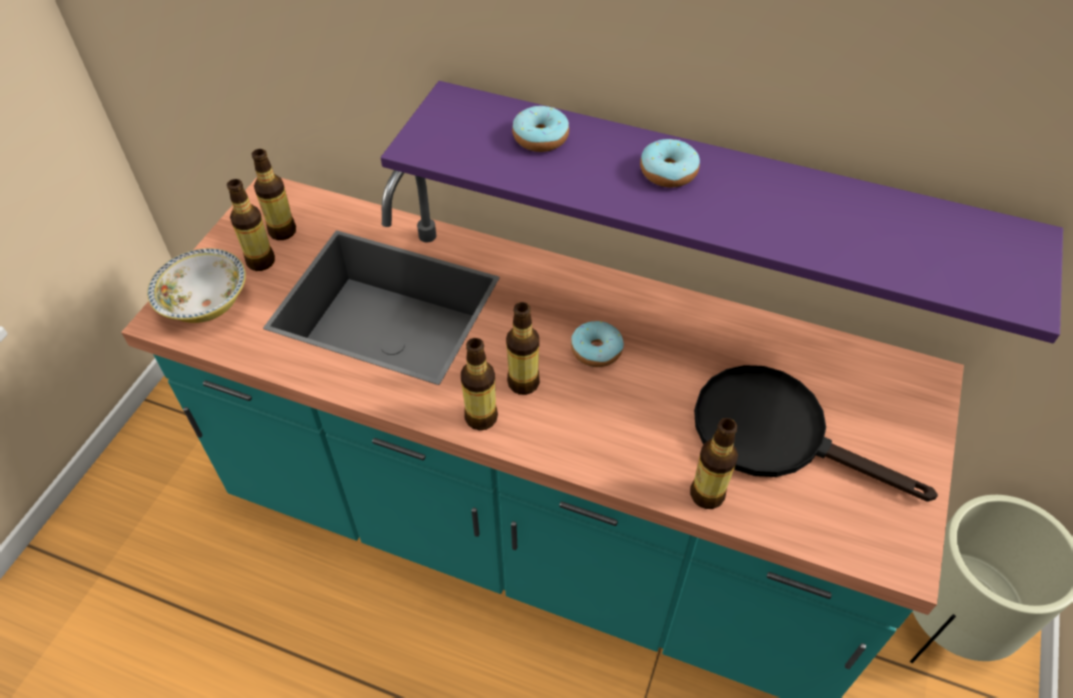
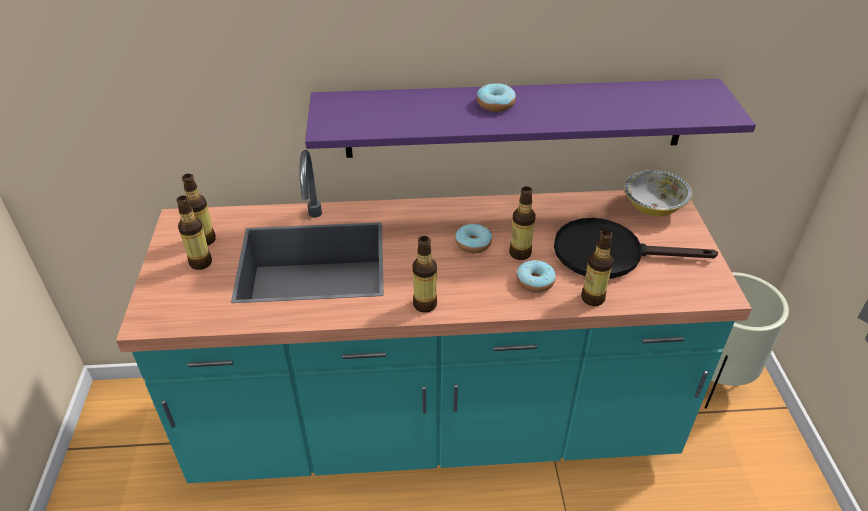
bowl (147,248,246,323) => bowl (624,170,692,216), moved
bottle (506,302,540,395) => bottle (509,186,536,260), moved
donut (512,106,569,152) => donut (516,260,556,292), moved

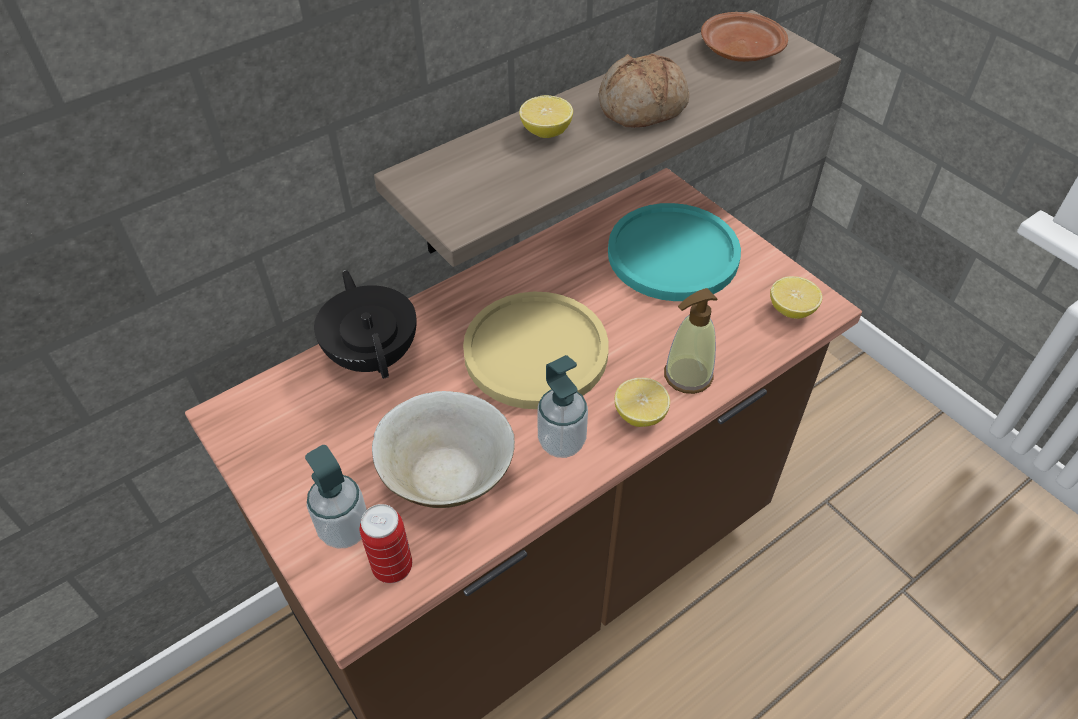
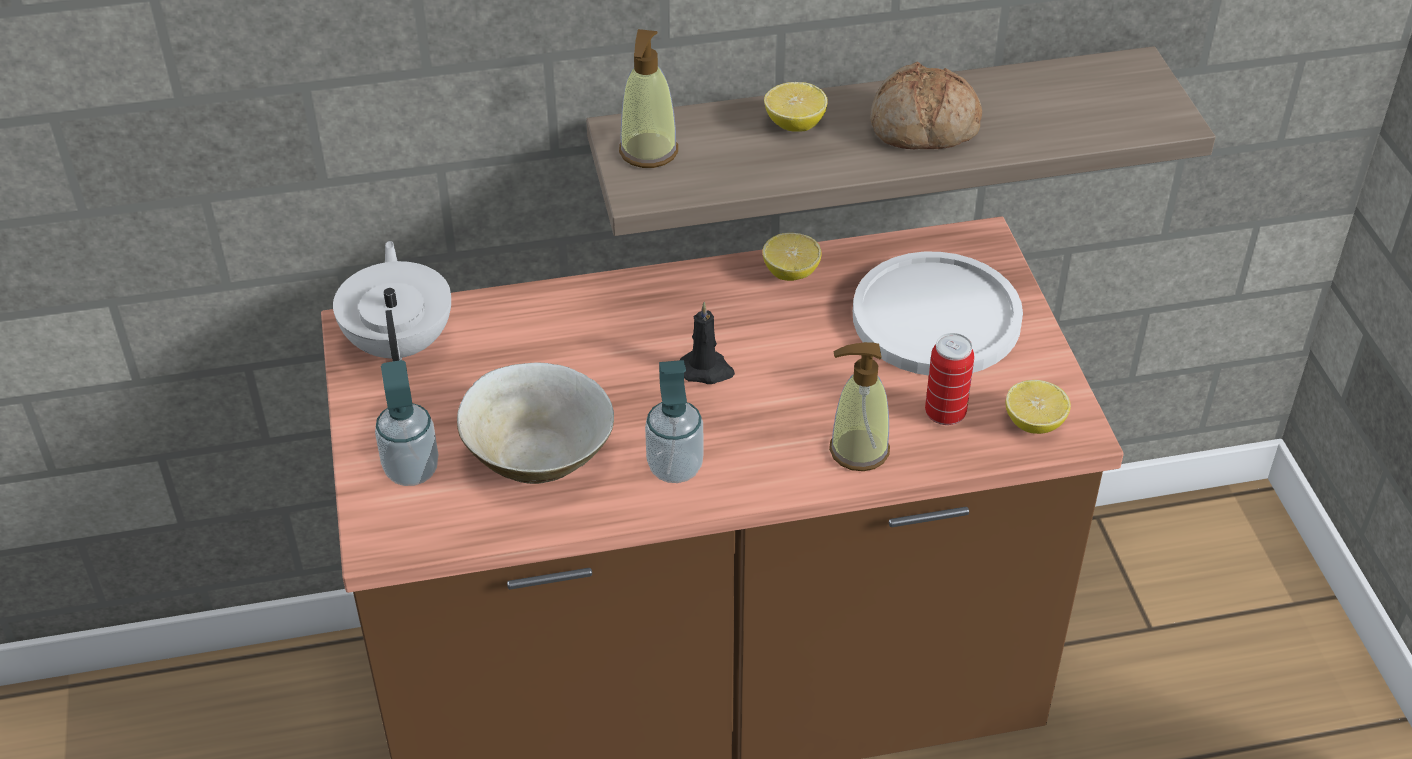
teapot in black (314,270,417,379) => nothing
plate in brown (701,12,788,62) => nothing
nothing => teapot in white (333,241,451,361)
nothing => soap dispenser (619,29,678,168)
can (360,504,412,583) => can (925,333,974,425), moved
lemon (615,378,670,427) => lemon (762,233,821,281), moved
plate in yellow (463,292,609,409) => candle in black (680,302,735,384)
plate in turquoise (608,203,741,301) => plate in white (853,252,1023,375)

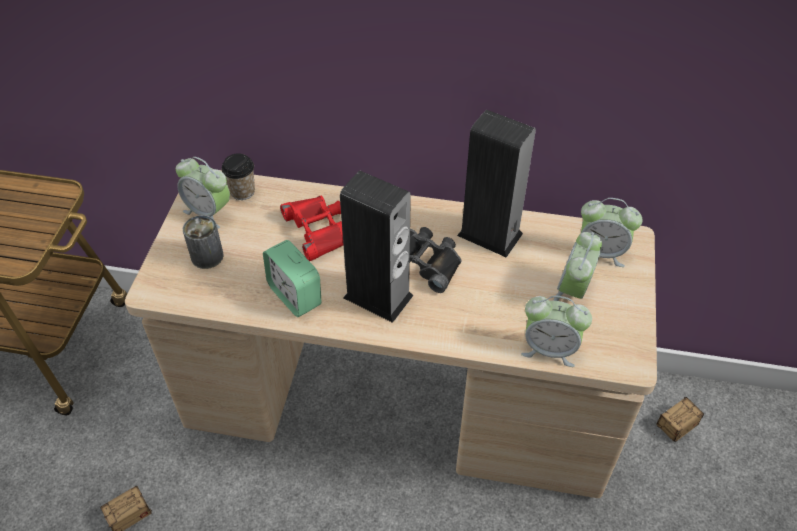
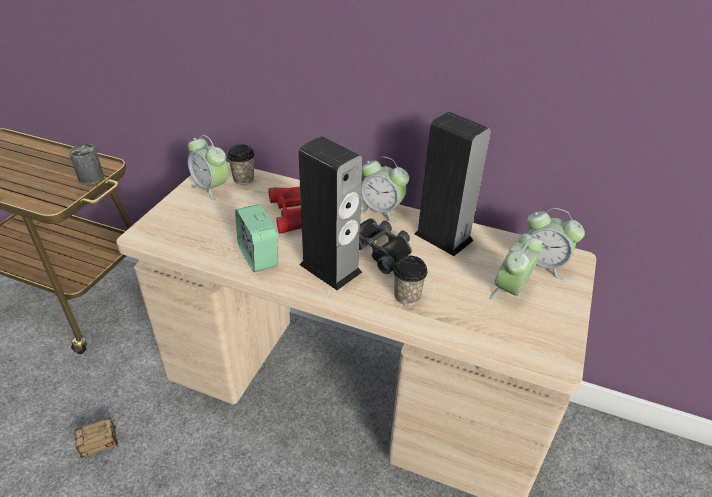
storage box (654,397,704,442) => nothing
nothing => cup (393,255,428,305)
can (183,215,224,269) => can (69,144,104,185), moved
alarm clock (521,296,592,367) => alarm clock (361,156,409,223), moved

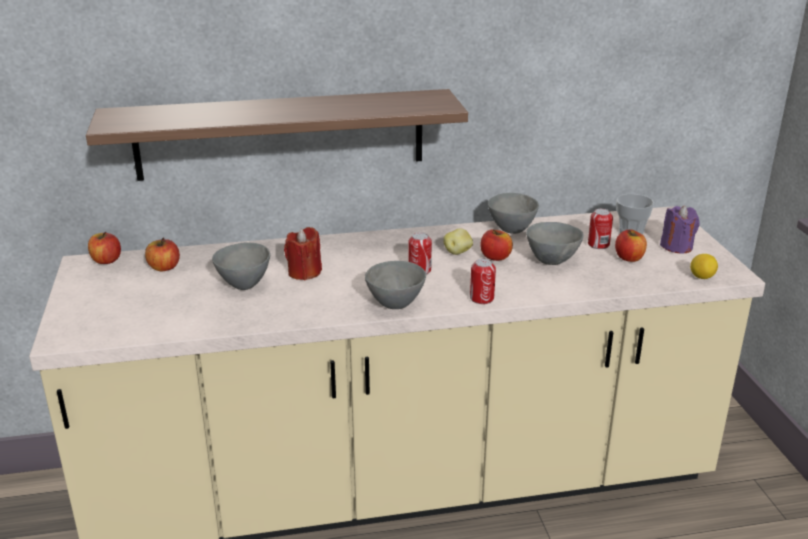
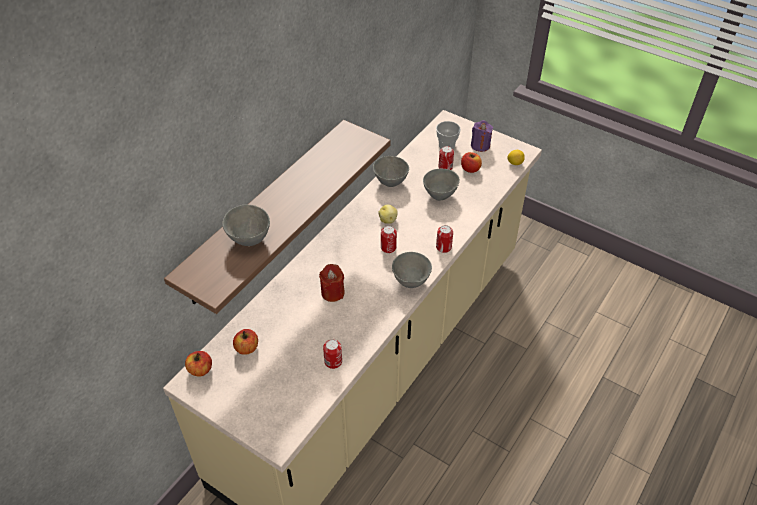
apple (480,230,513,261) => nothing
nothing => can (323,339,342,369)
bowl in grey (212,243,270,290) => bowl in grey (222,204,270,246), moved

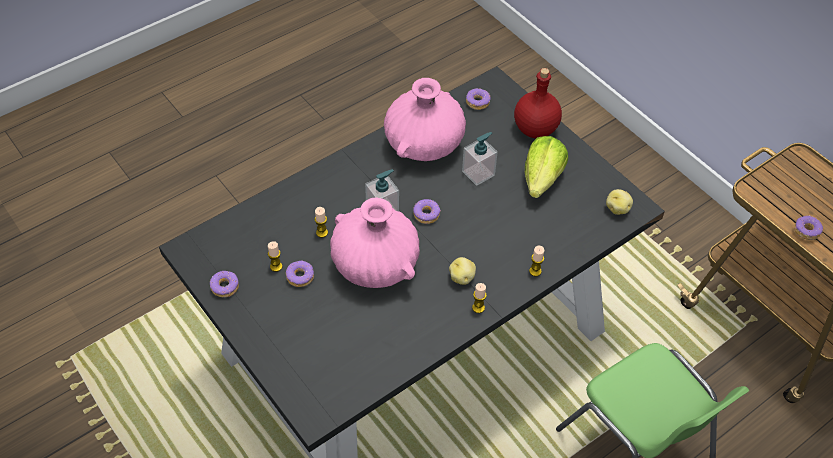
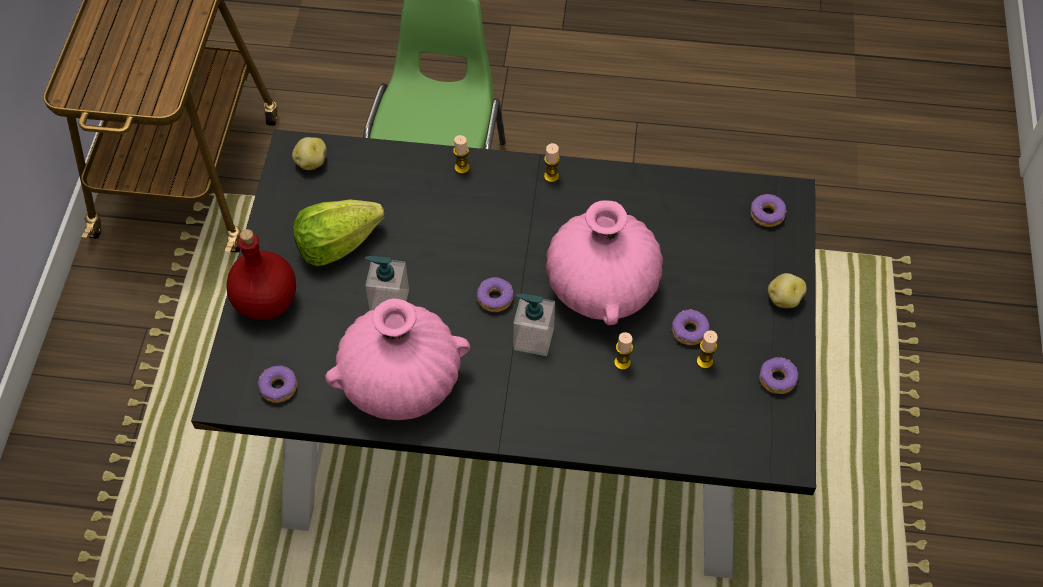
potato (449,257,476,285) => potato (768,273,807,308), moved
donut (794,215,823,240) => donut (751,194,786,227), moved

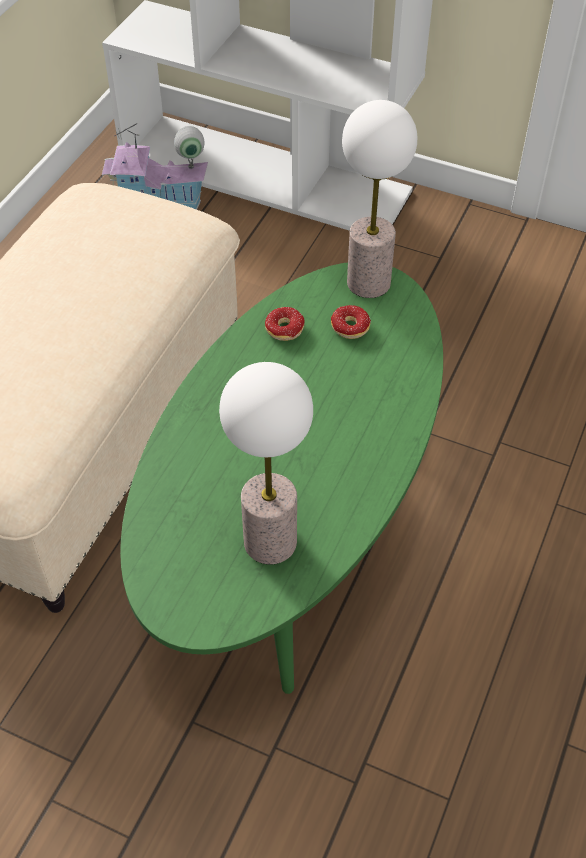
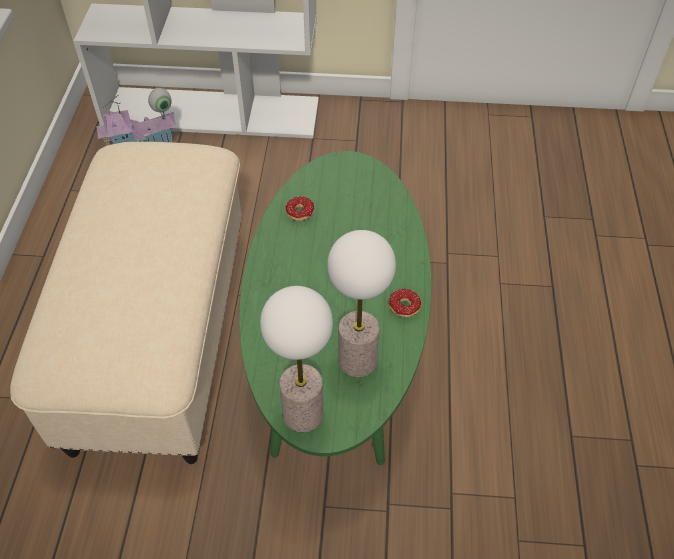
donut (331,305,371,339) => donut (389,289,422,317), moved
table lamp (342,100,417,298) => table lamp (260,286,333,432), moved

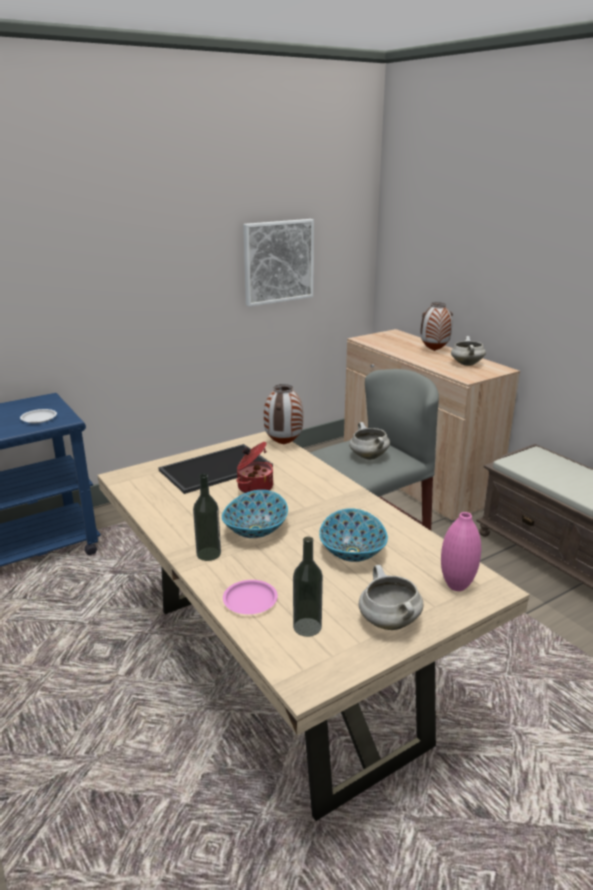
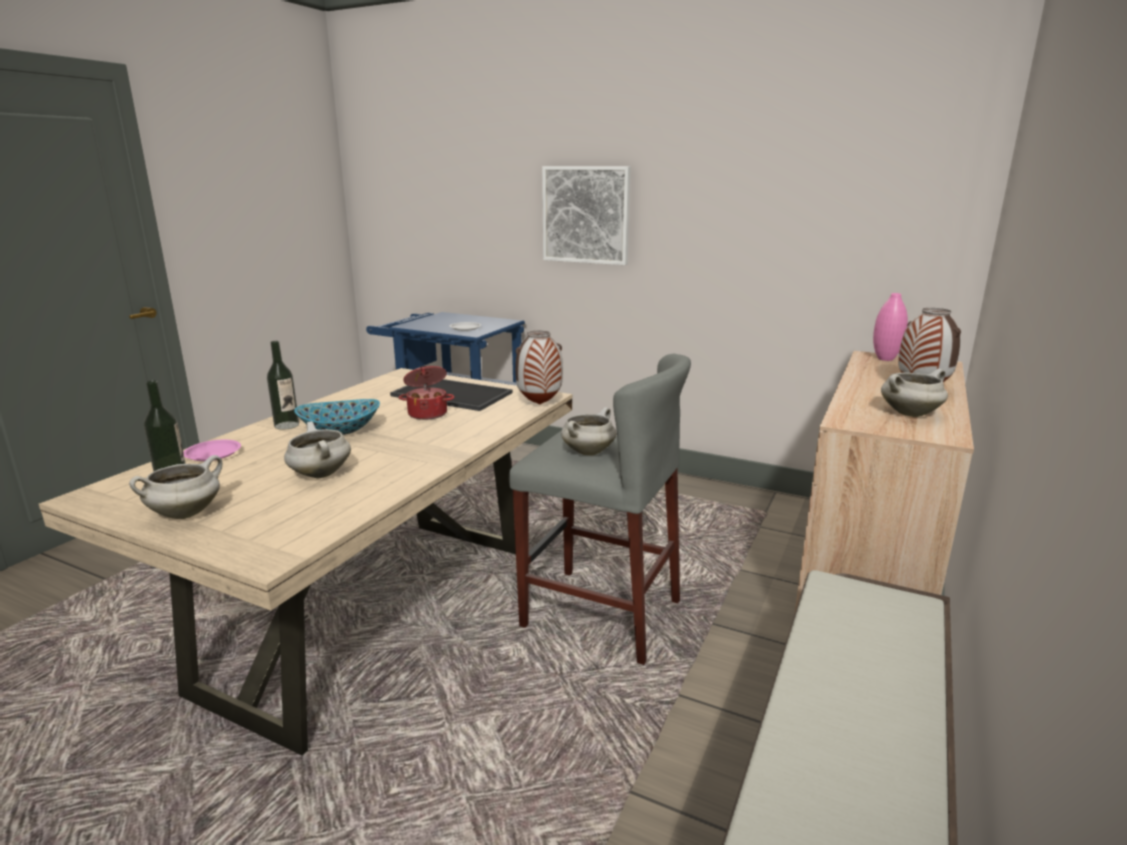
picture (243,219,314,307) => picture (542,166,631,265), moved
vase in pink (441,512,481,591) => vase in pink (873,293,908,361), moved
bowl (319,508,388,562) => cooking pot in white (284,421,351,478)

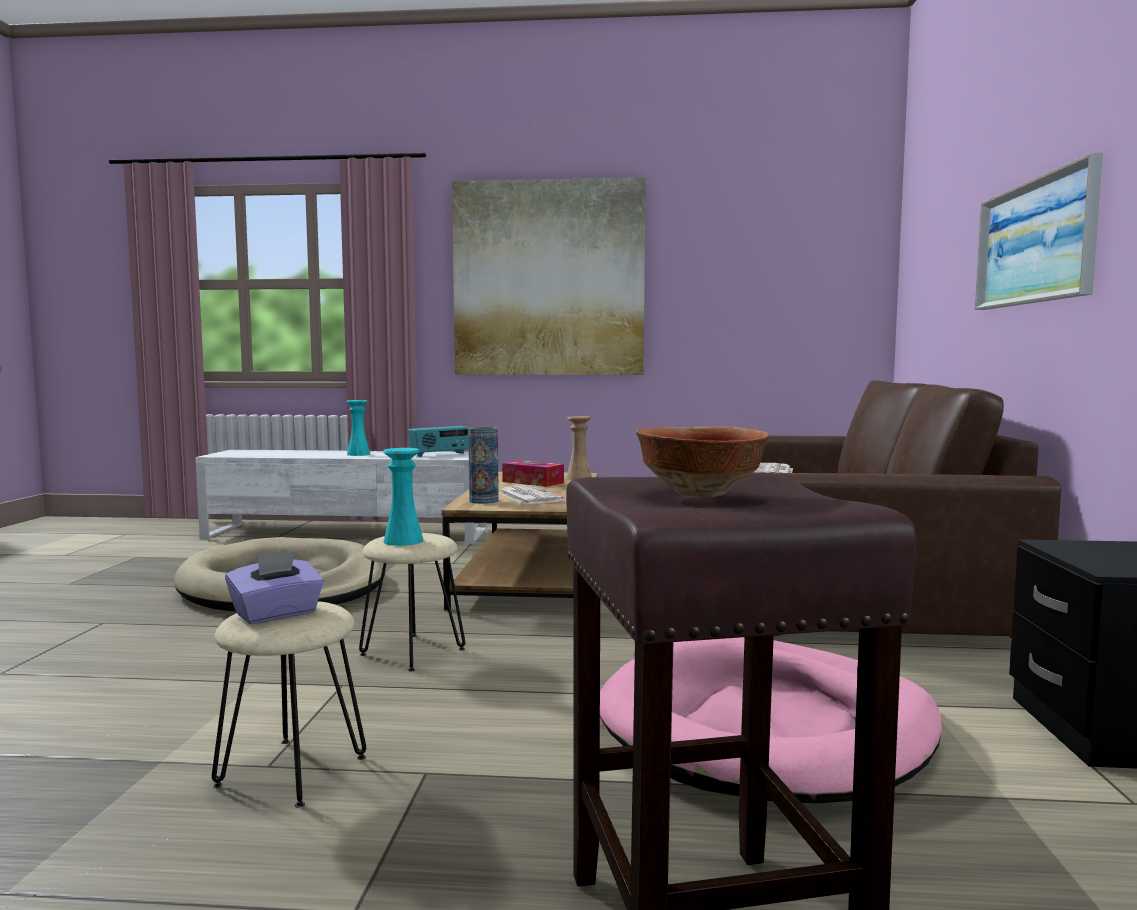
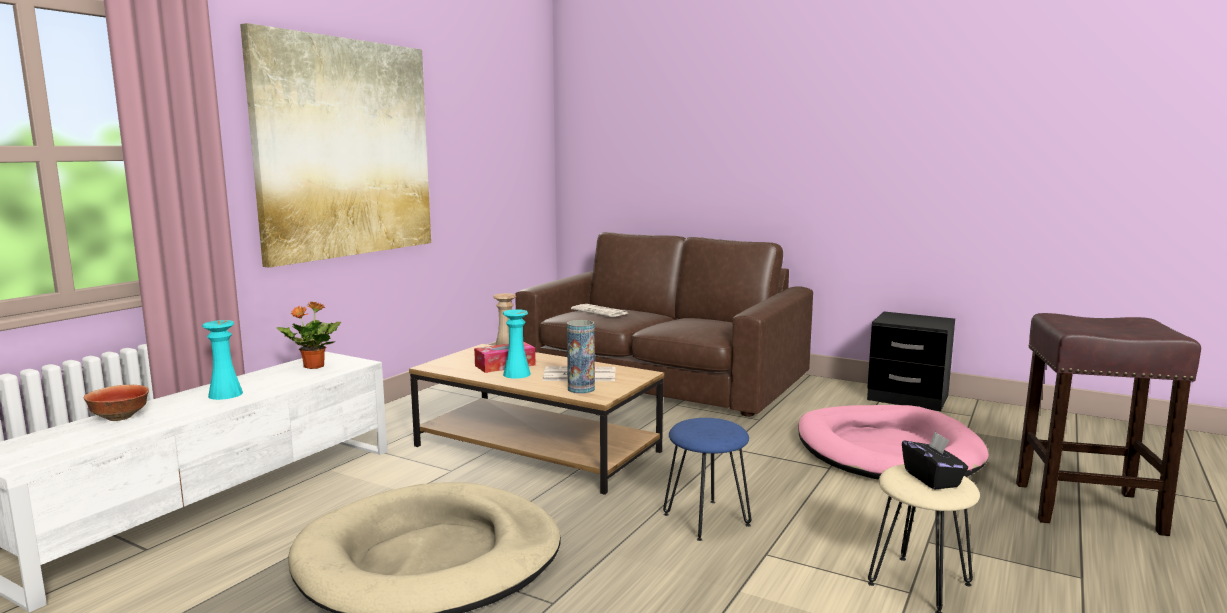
picture (975,153,1103,310) => nothing
vase in turquoise (383,448,424,546) => vase in turquoise (503,309,531,379), moved
bowl (636,426,769,497) => bowl (84,385,149,421), moved
radio (408,426,470,457) => potted plant (277,302,341,369)
tissue box in purple (225,551,324,624) => tissue box in black (902,432,968,489)
stool in beige (359,533,465,671) => stool in blue (663,418,751,541)

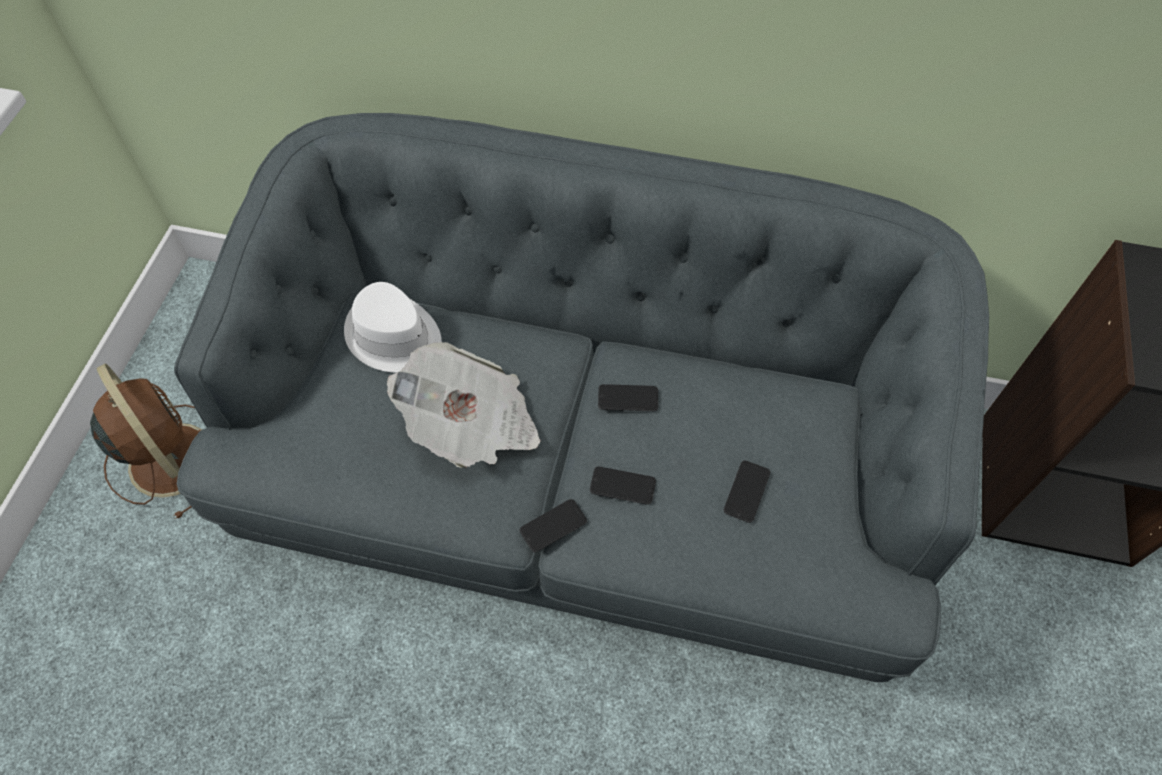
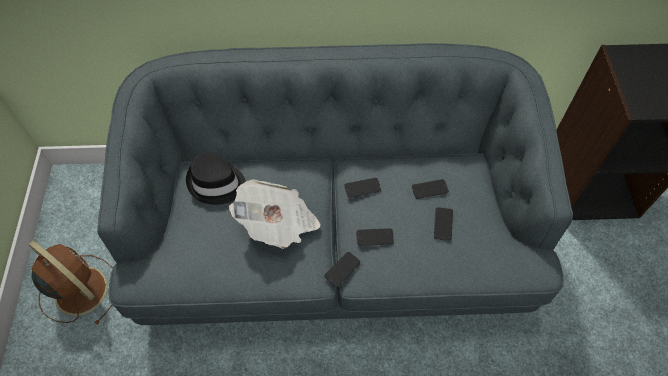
nothing => phone (412,179,449,199)
hat in white (344,282,442,373) => hat in black (186,152,246,205)

